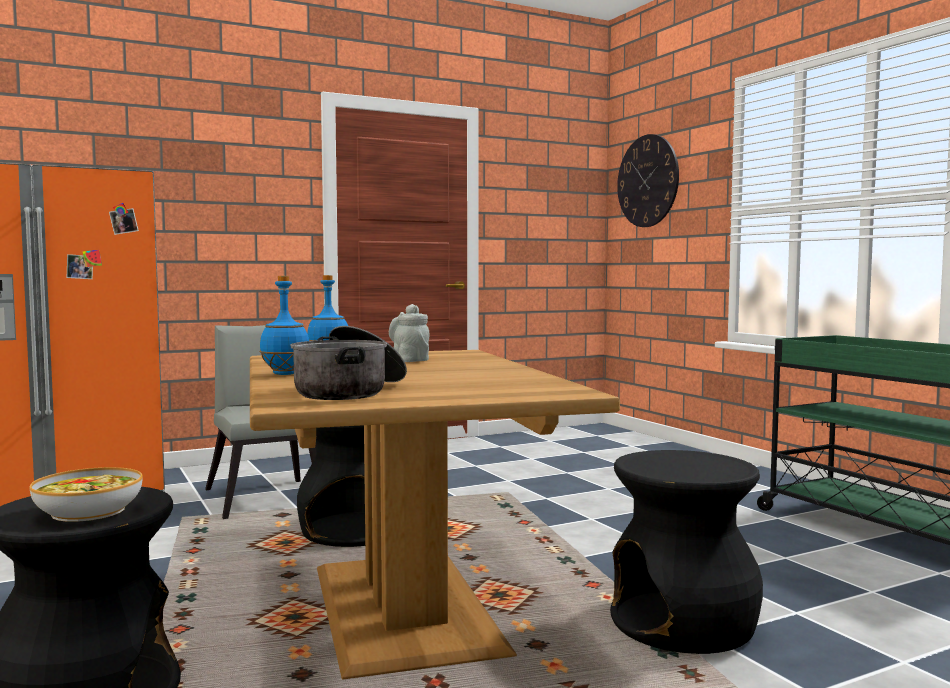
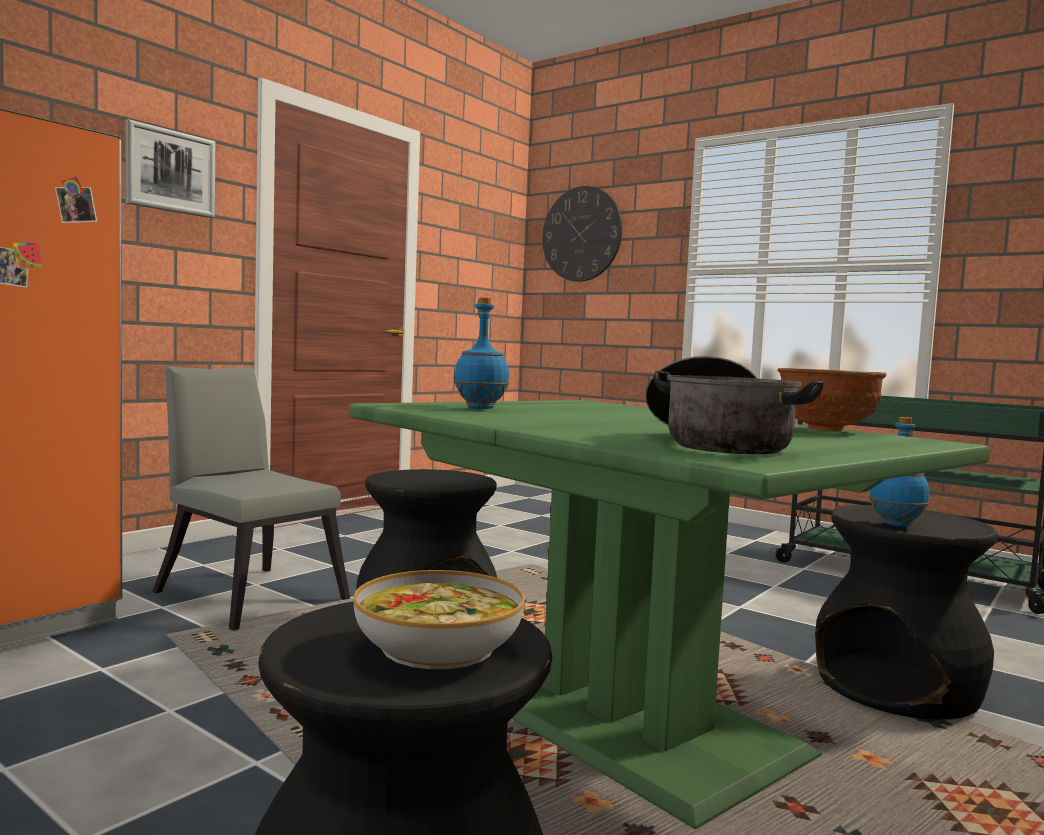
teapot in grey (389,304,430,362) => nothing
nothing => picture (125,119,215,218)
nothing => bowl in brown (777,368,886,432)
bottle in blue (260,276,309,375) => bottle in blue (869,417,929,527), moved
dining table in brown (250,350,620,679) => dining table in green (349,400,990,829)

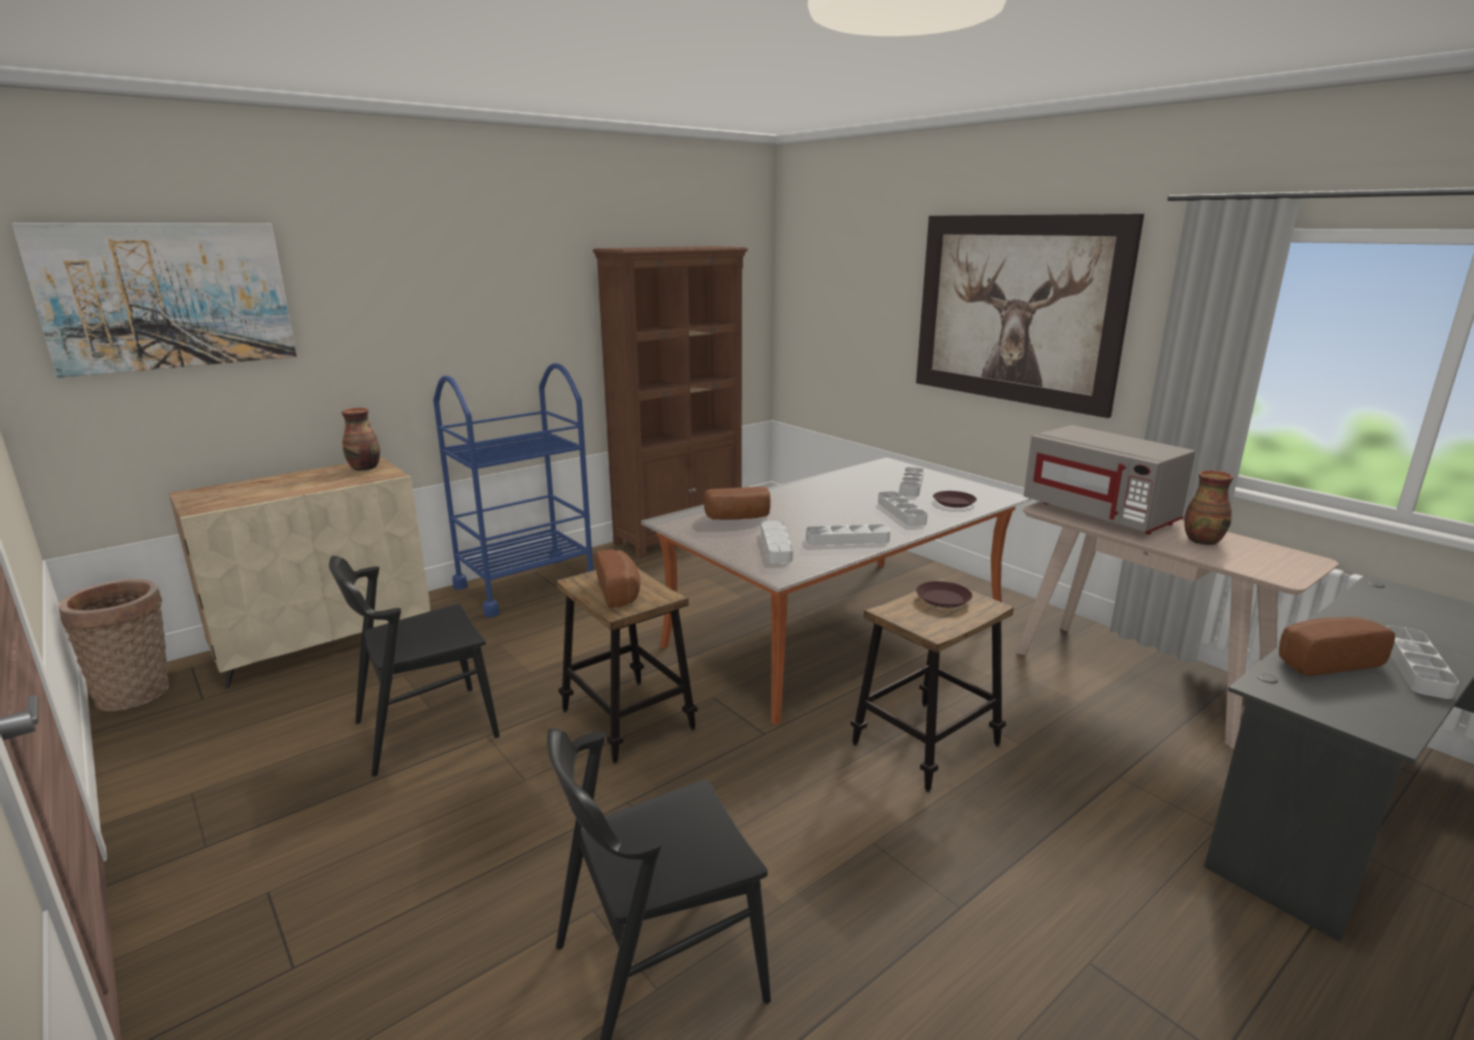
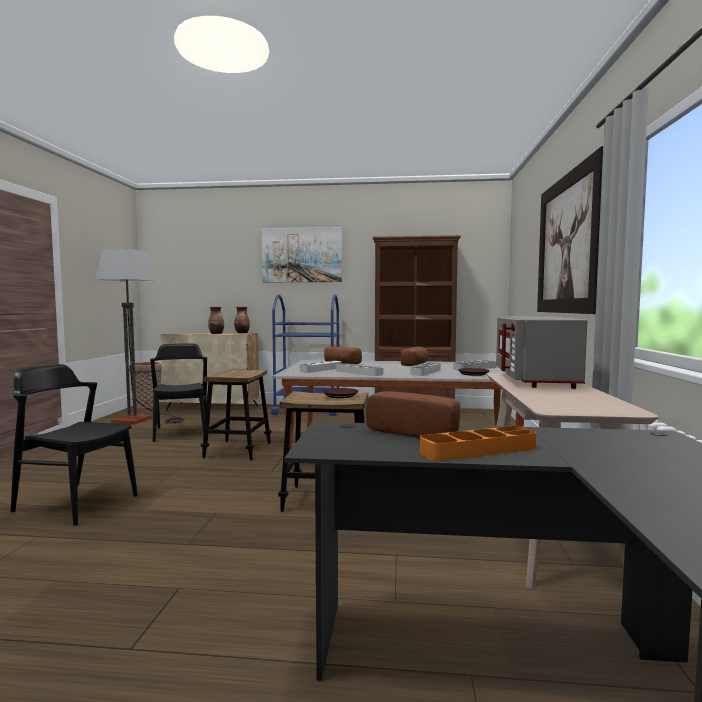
nothing => floor lamp (95,249,185,425)
picture (12,223,297,378) => picture (262,227,342,282), moved
bread (596,549,640,608) => bread (401,347,428,366), moved
vase (1185,470,1233,545) => vase (208,307,224,334), moved
tray in grey (1386,626,1459,699) => tray in orange (420,426,536,461)
chair in black (329,556,500,777) => chair in black (150,344,207,442), 60 degrees clockwise

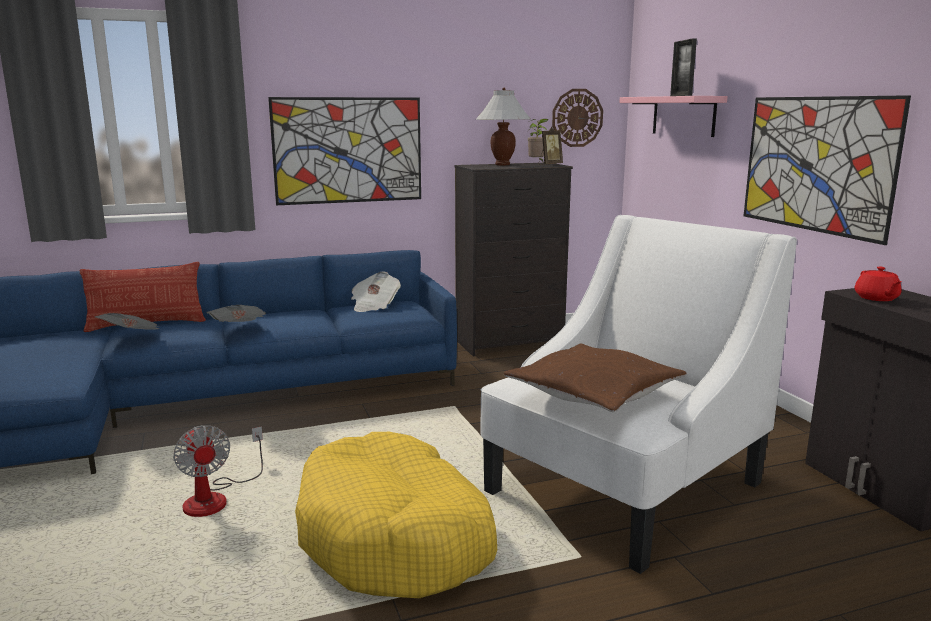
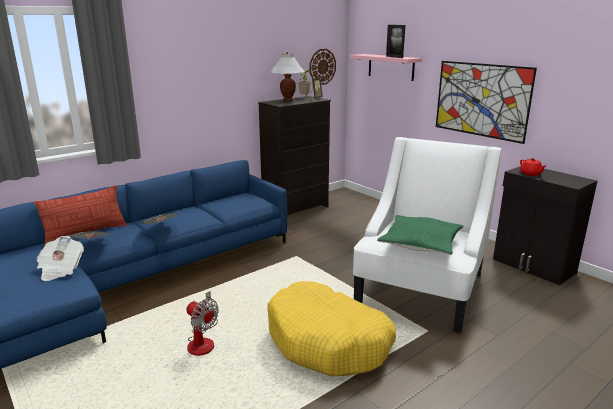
picture (268,97,421,205) => nothing
newspaper (351,271,401,312) => newspaper (37,236,84,281), moved
pillow in brown (504,343,687,412) => pillow in green (377,215,463,255)

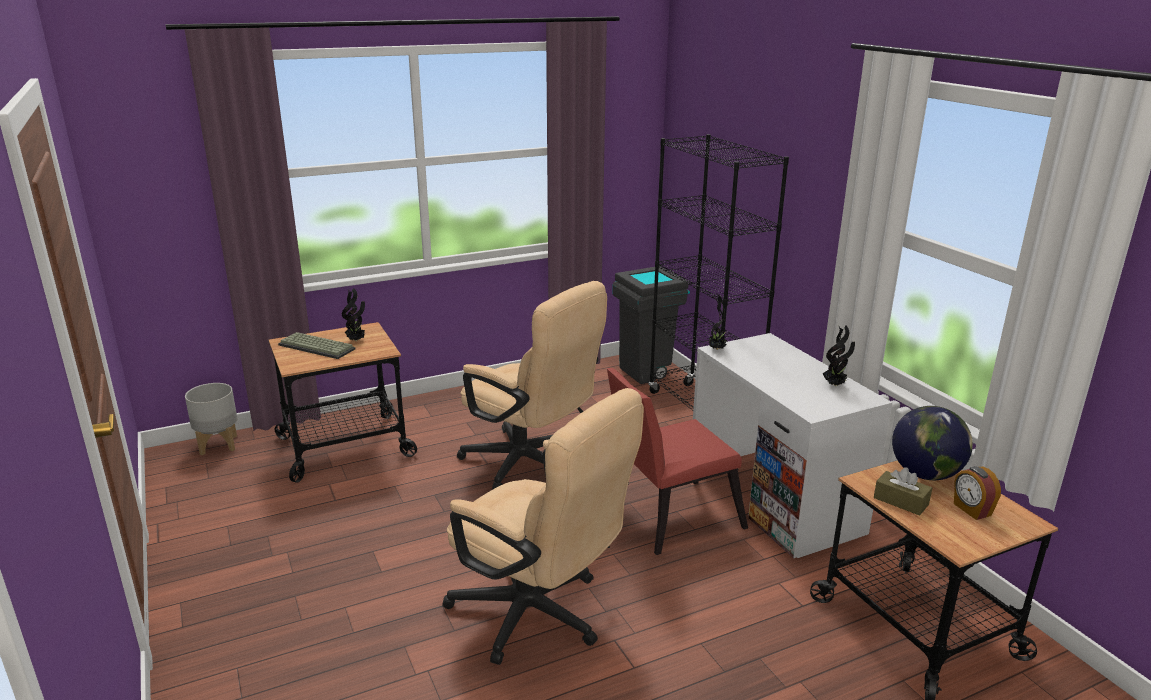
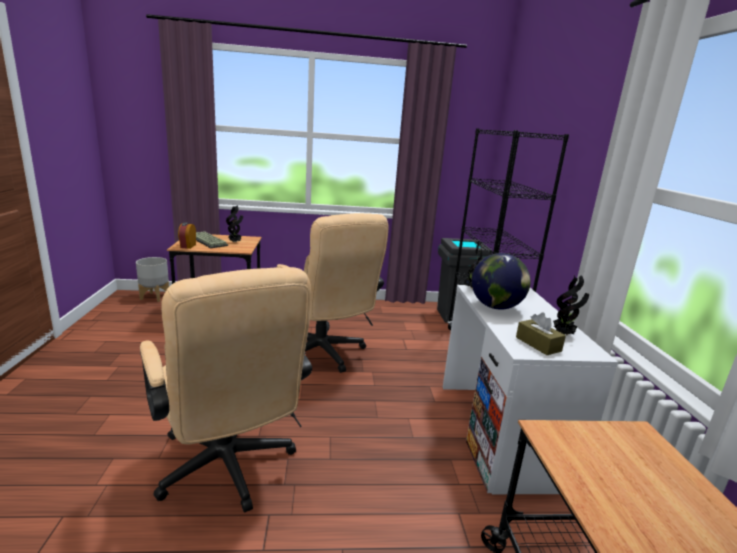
chair in red (607,368,748,555) => nothing
tissue box in brown (874,467,932,516) => tissue box in brown (516,312,566,355), moved
globe (892,406,973,480) => globe (472,253,531,310), moved
alarm clock (954,466,1001,520) => alarm clock (178,222,196,249), moved

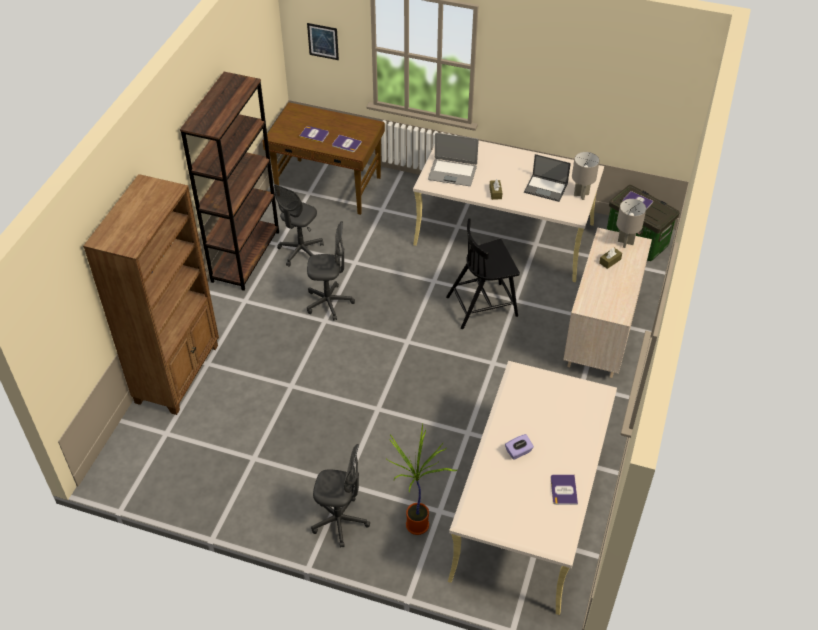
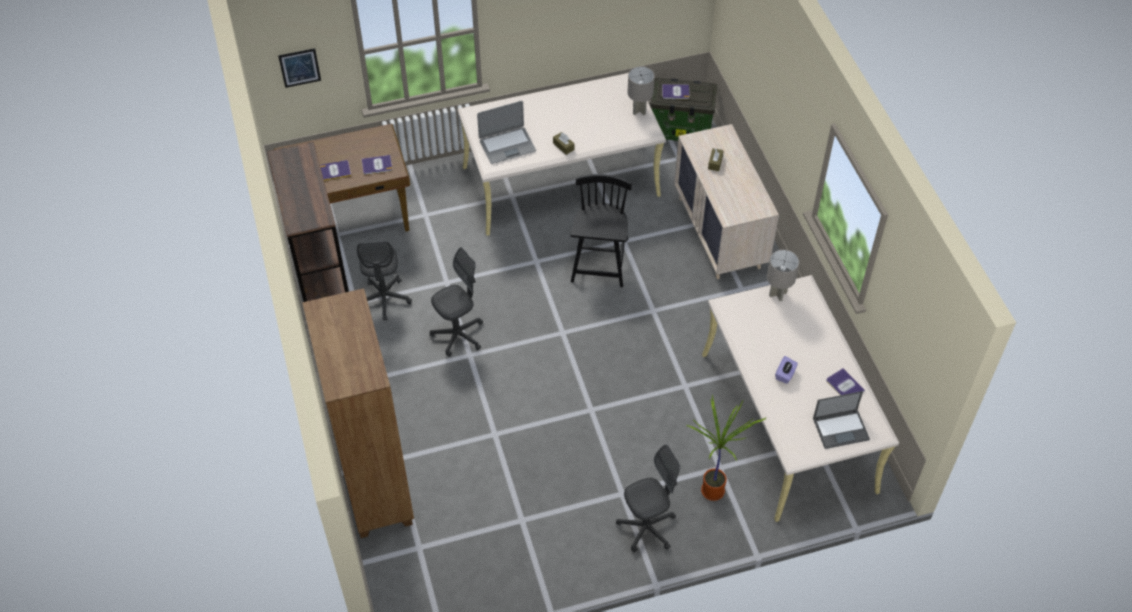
laptop (524,154,571,202) => laptop (813,391,870,449), moved
table lamp in grey (616,199,646,248) => table lamp in grey (767,250,799,301), moved
chair in black (446,219,520,329) => chair in black (570,174,632,287), 150 degrees clockwise

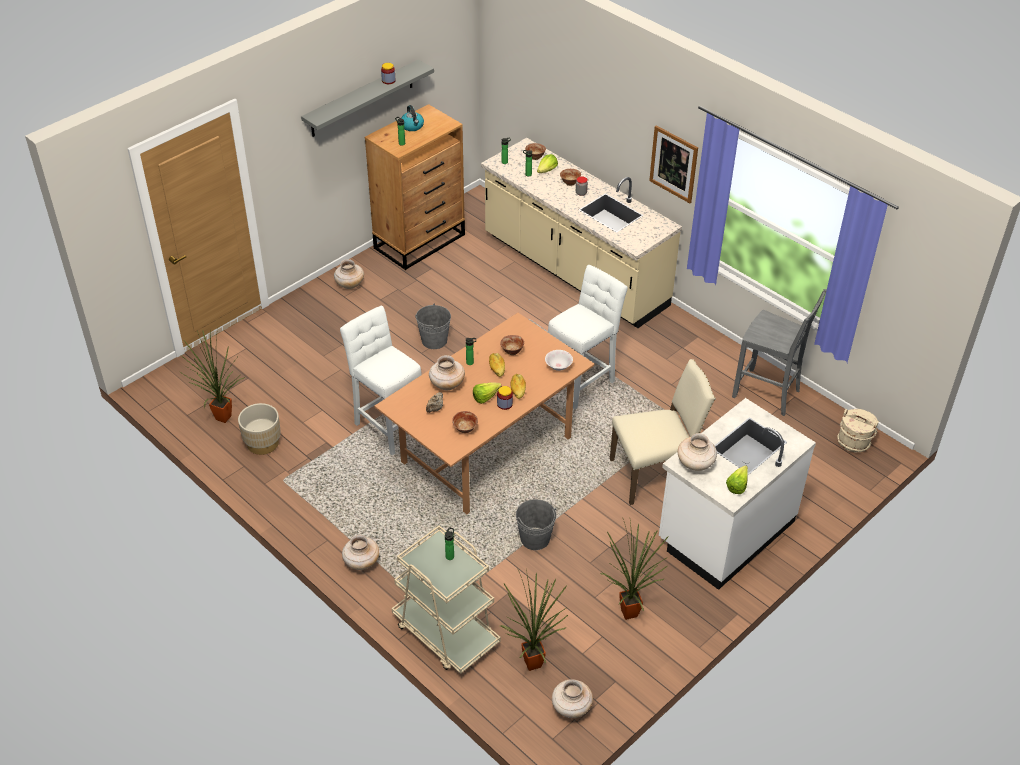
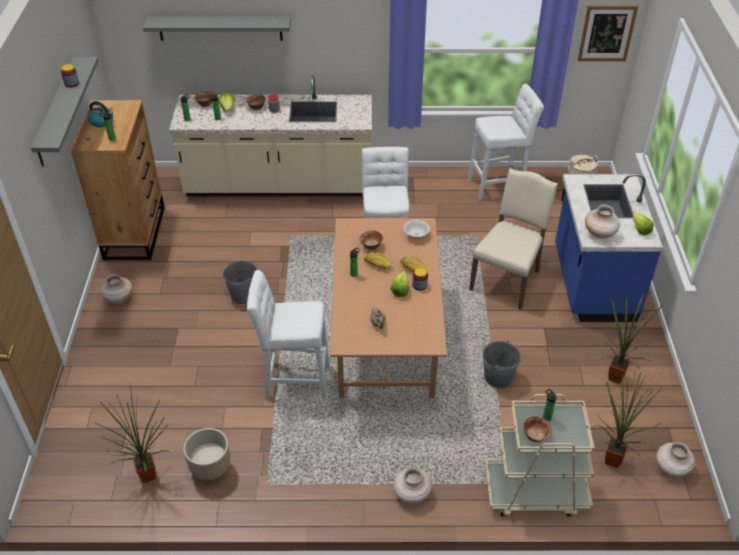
vase in beige (429,355,465,390) => nothing
nothing => shelf in grey (143,16,291,41)
bowl (452,411,478,433) => bowl (523,416,552,442), moved
picture (649,125,698,203) => picture (578,6,638,61), moved
chair in grey (732,289,827,416) => stool in white (468,83,544,200)
counter in white (659,398,816,590) => counter in blue (555,174,663,322)

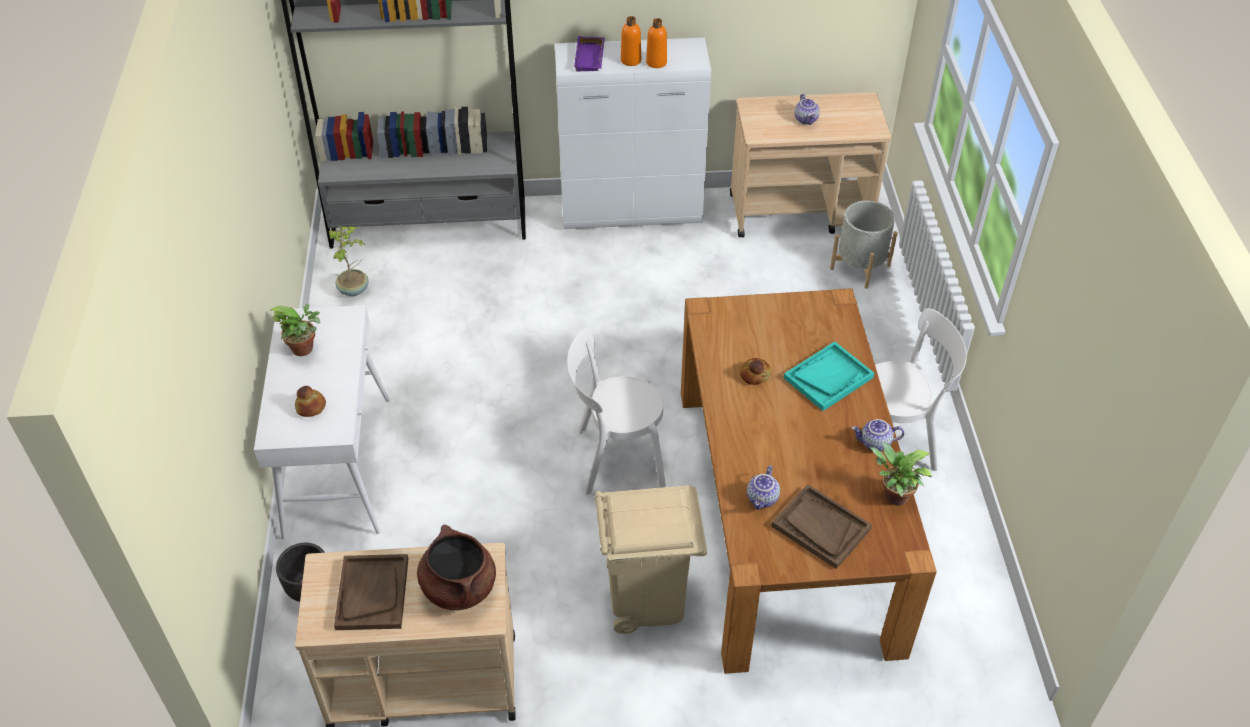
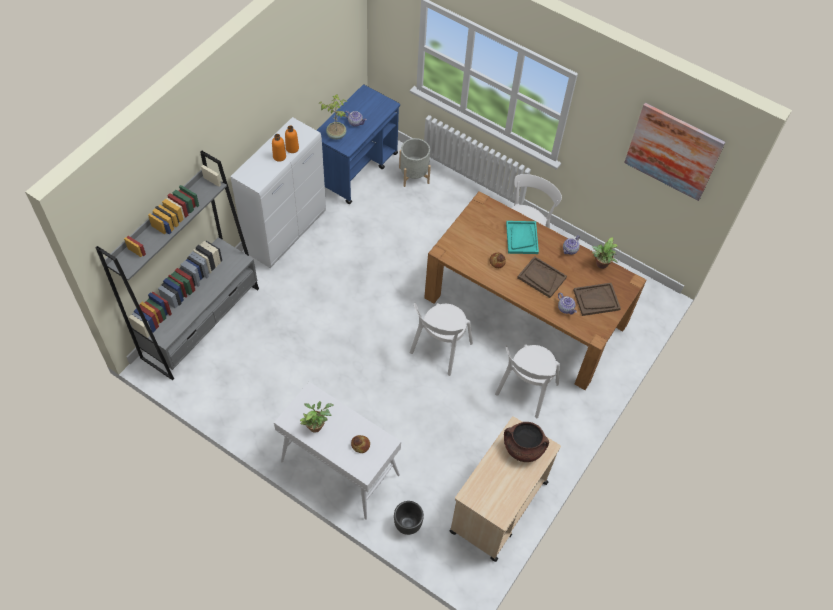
tray in purple (574,36,605,72) => nothing
nothing => picture (624,103,725,201)
potted plant (329,226,369,296) => potted plant (319,94,347,140), moved
tray in brown (334,554,408,630) => tray in brown (517,256,567,298), moved
trash can in beige (594,485,707,634) => chair in white (495,345,560,419)
cart in beige (730,92,892,238) => cart in blue (317,85,400,204)

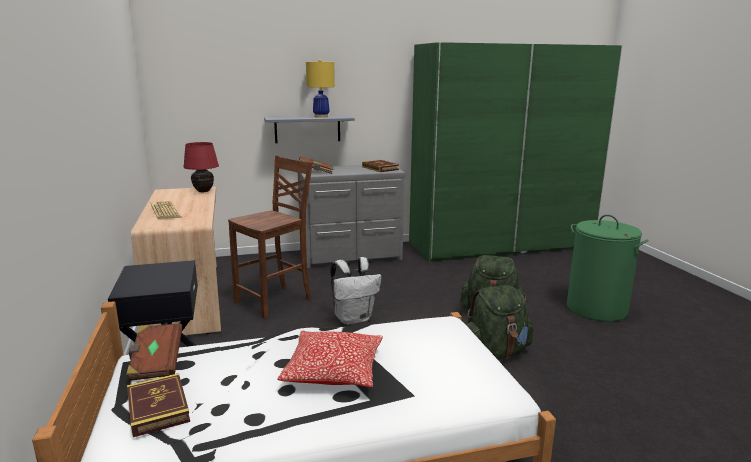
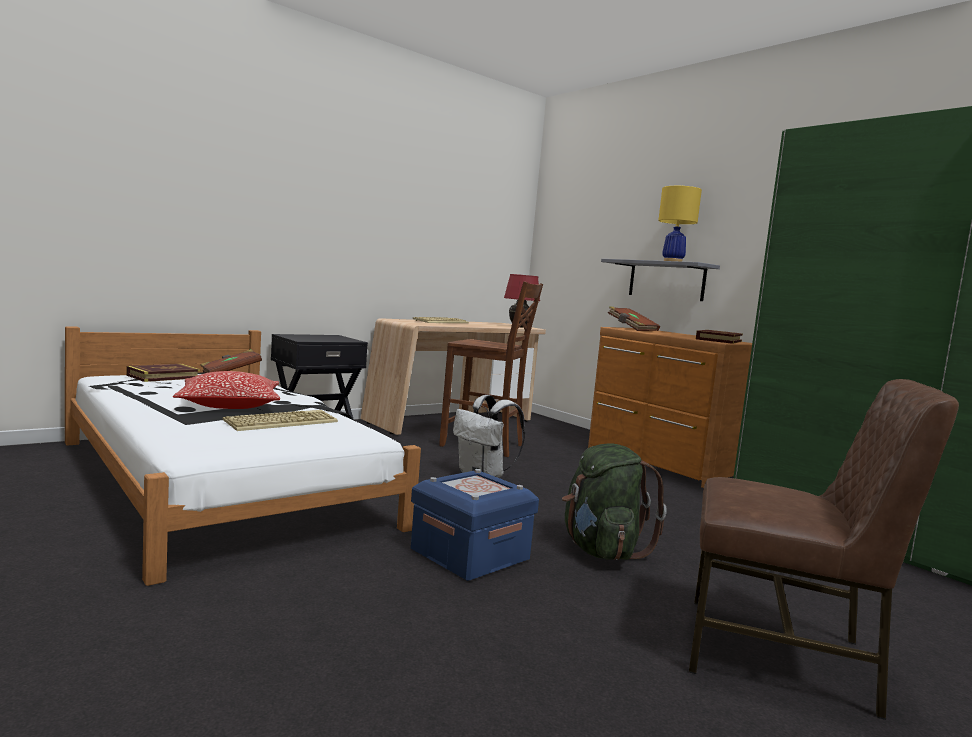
nothing => keyboard (223,410,338,431)
backpack in green (467,285,533,360) => storage box in blue (411,469,539,581)
laundry basket in green (567,214,649,322) => chair in brown (689,379,959,720)
dresser in grey (297,165,405,268) => dresser in brown (588,327,752,488)

